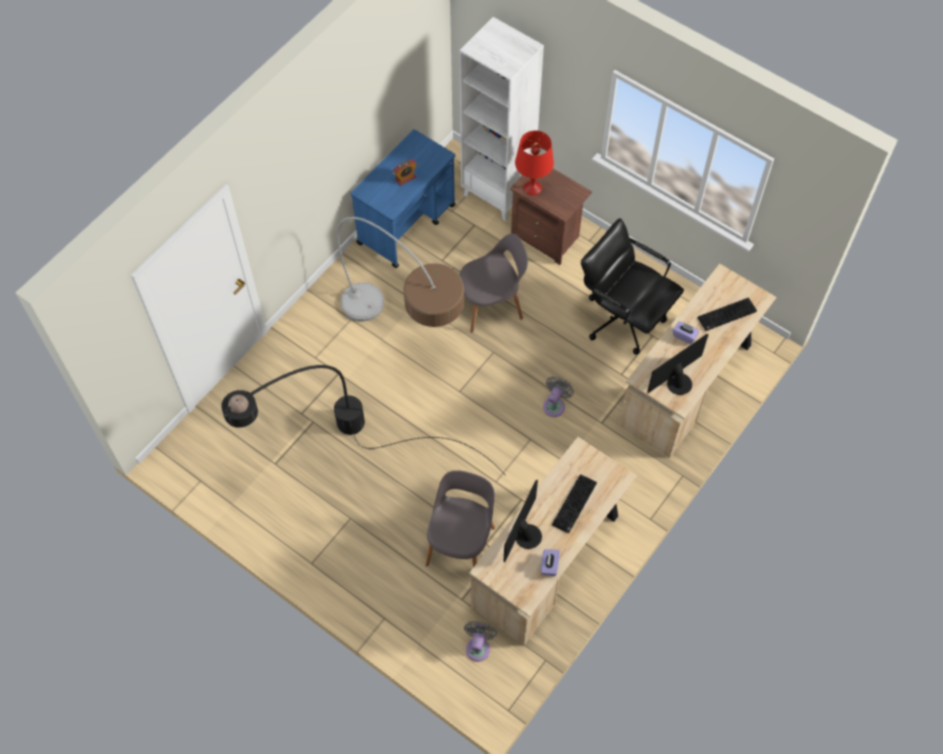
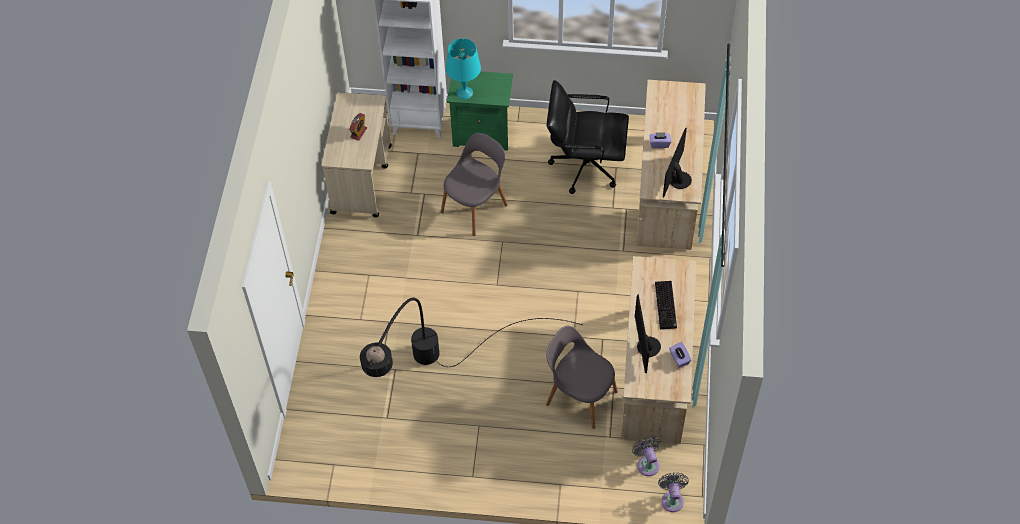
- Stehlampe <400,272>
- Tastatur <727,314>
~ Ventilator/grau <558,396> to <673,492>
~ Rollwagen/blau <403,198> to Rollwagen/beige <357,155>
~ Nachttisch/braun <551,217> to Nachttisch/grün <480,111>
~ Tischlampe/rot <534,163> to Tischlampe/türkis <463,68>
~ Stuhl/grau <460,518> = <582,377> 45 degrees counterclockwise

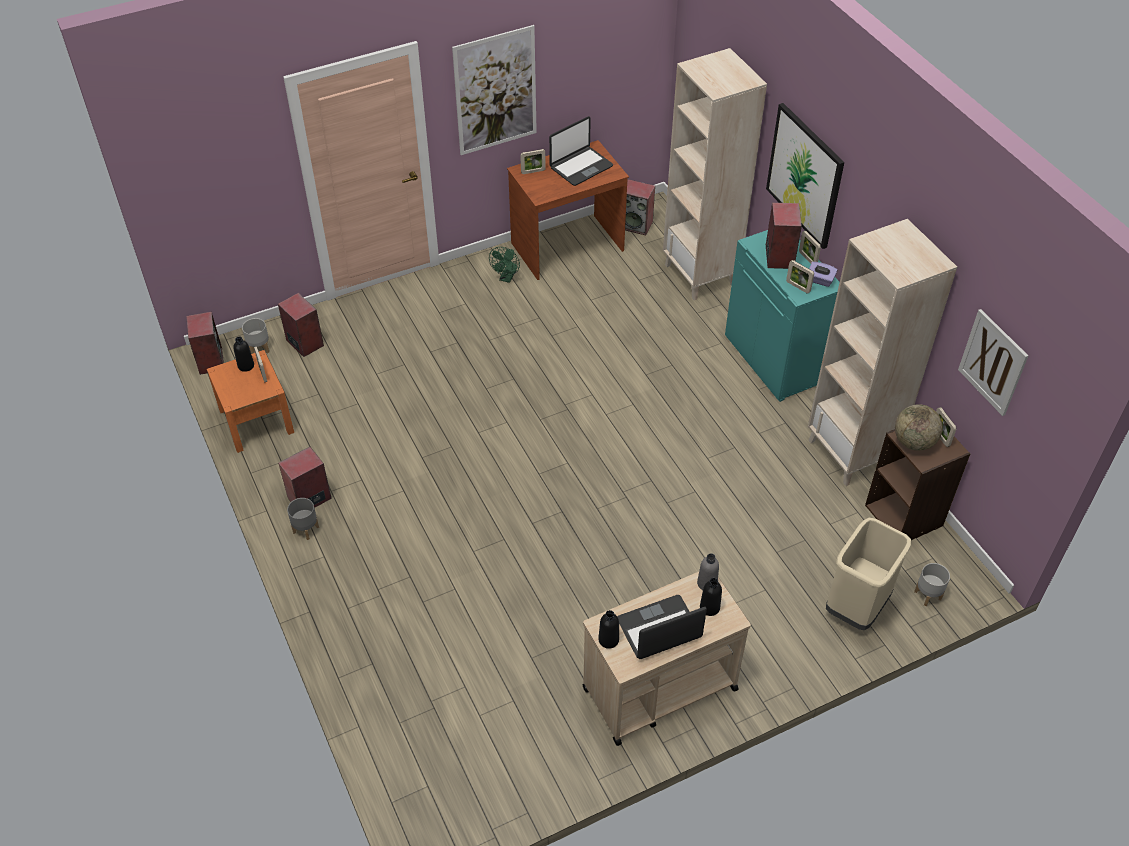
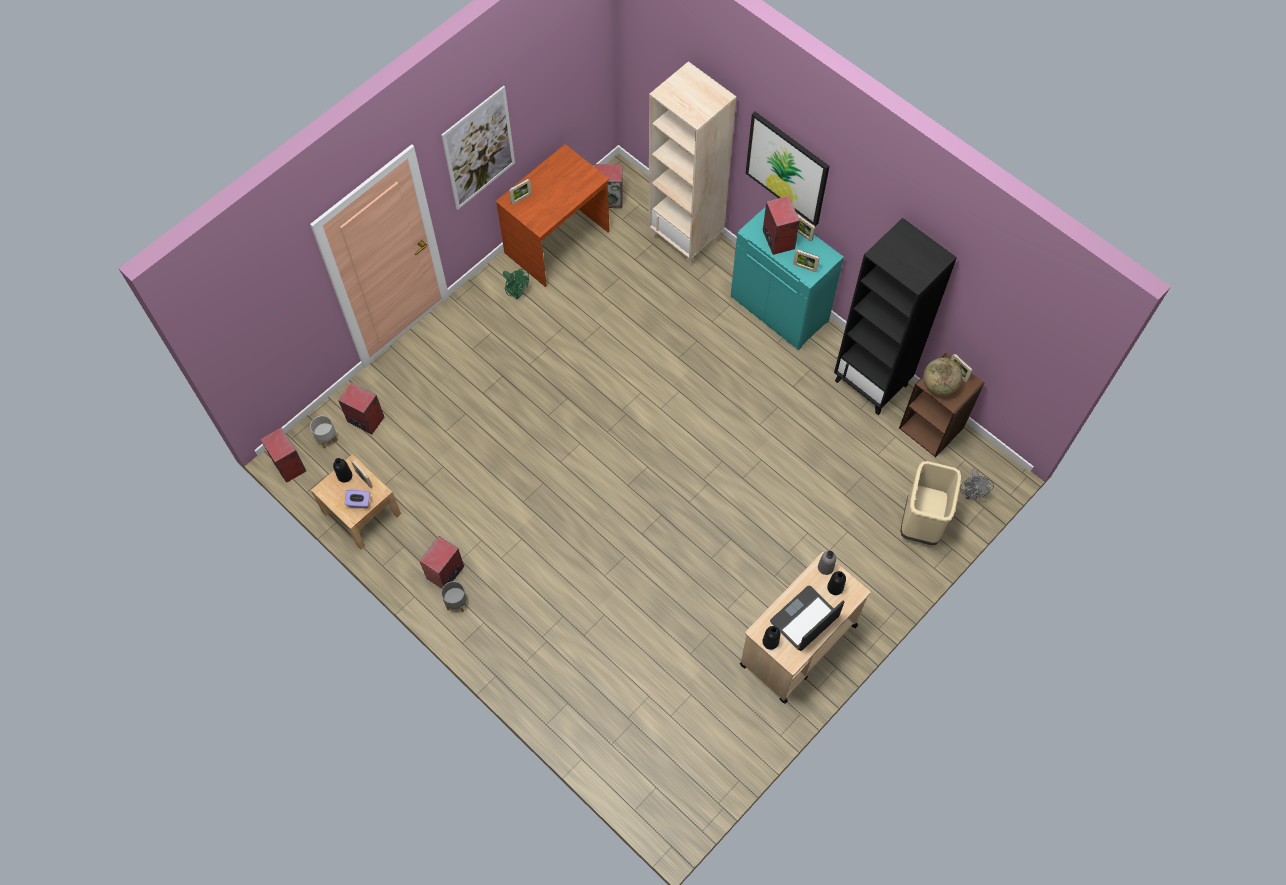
- Laptop <581,151>
- Bild <993,362>
~ Taschentuchbox/lila <823,274> to <357,499>
~ Pflanzkübel/grau <932,584> to Ventilator/grau <977,483>
~ Nachttisch/orange <250,401> to Nachttisch/beige <356,502>
~ Bücherregal/beige <882,352> to Bücherregal/schwarz <895,316>
~ Ventilator/grün <504,265> = <516,284> 45 degrees counterclockwise

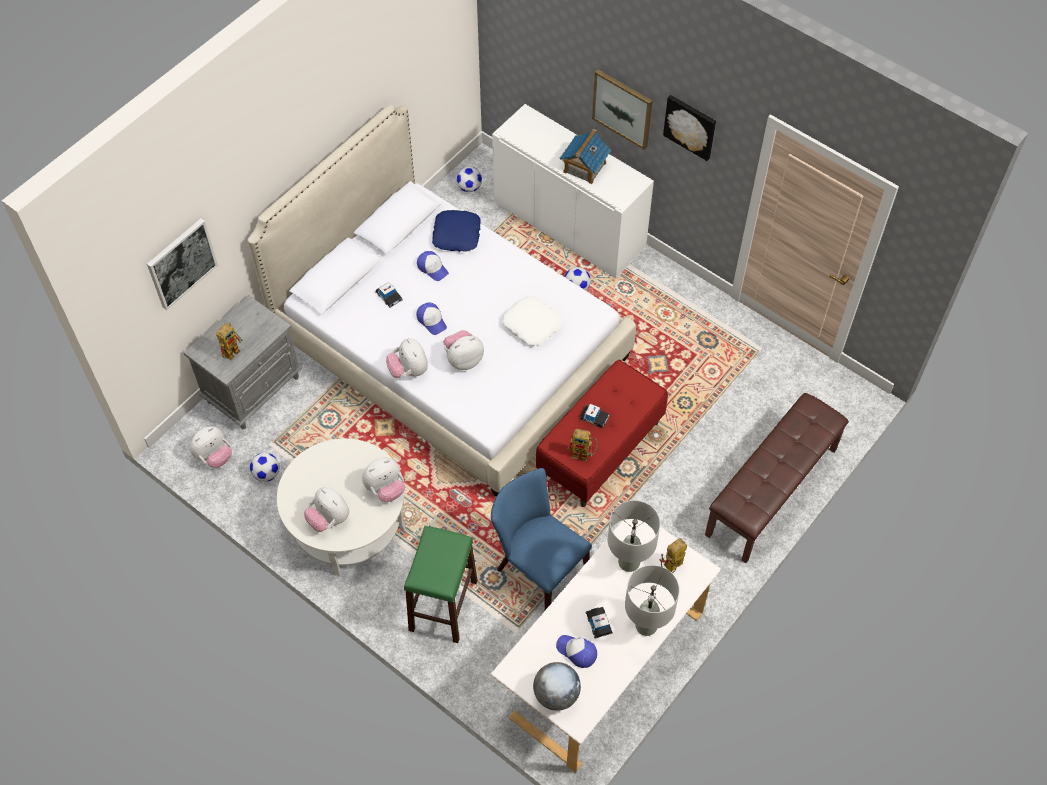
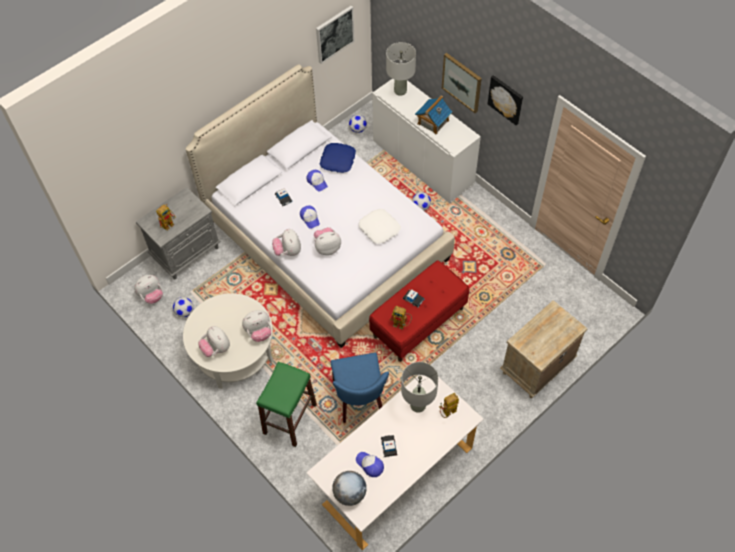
~ Bild <182,264> to <335,35>
~ Tischlampe/grau <652,600> to <401,69>
~ Bank/braun <777,478> to Nachttisch/beige <544,349>
~ Stuhl/blau <541,539> = <359,388> 150 degrees counterclockwise

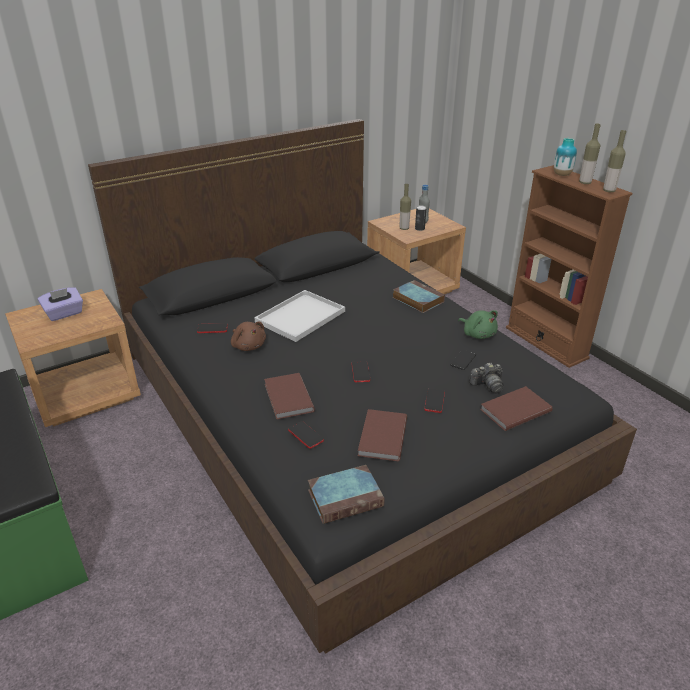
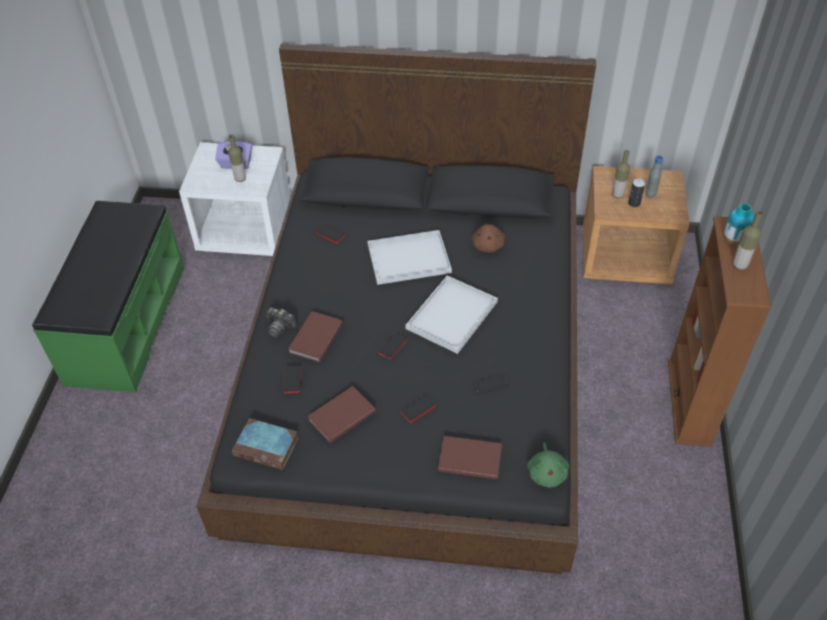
- Buch <419,296>
+ Tablett/weiß <451,314>
~ Plüschtier/braun <248,336> to <488,237>
~ Plüschtier/grün <478,324> to <548,465>
~ Kamera <486,378> to <281,323>
~ Flasche <614,161> to <237,158>
~ Nachttisch/braun <73,358> to Nachttisch/weiß <235,199>

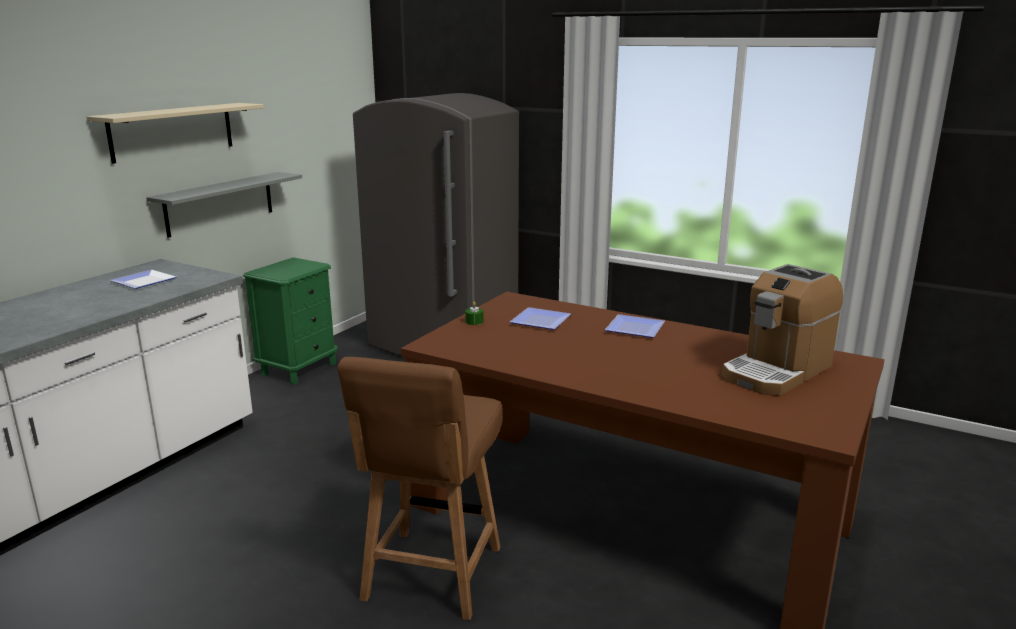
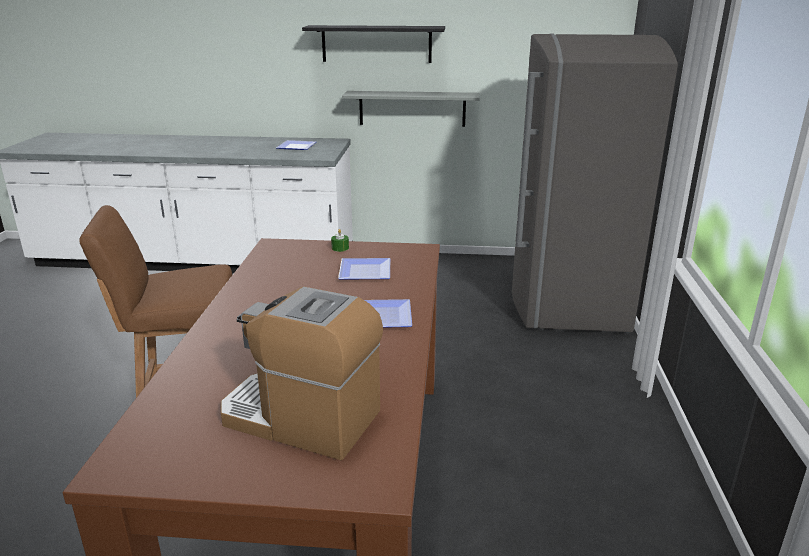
- Nachttisch/grün <290,320>
~ Wandregal/beige <175,133> to Wandregal/schwarz <373,44>

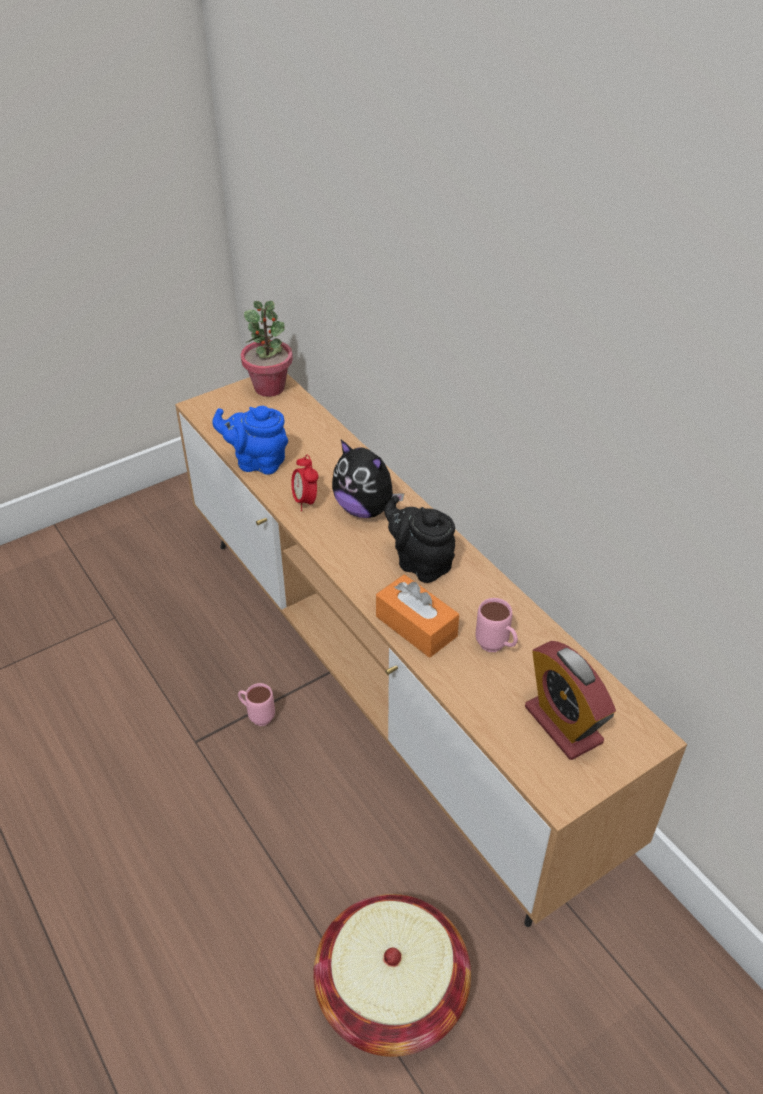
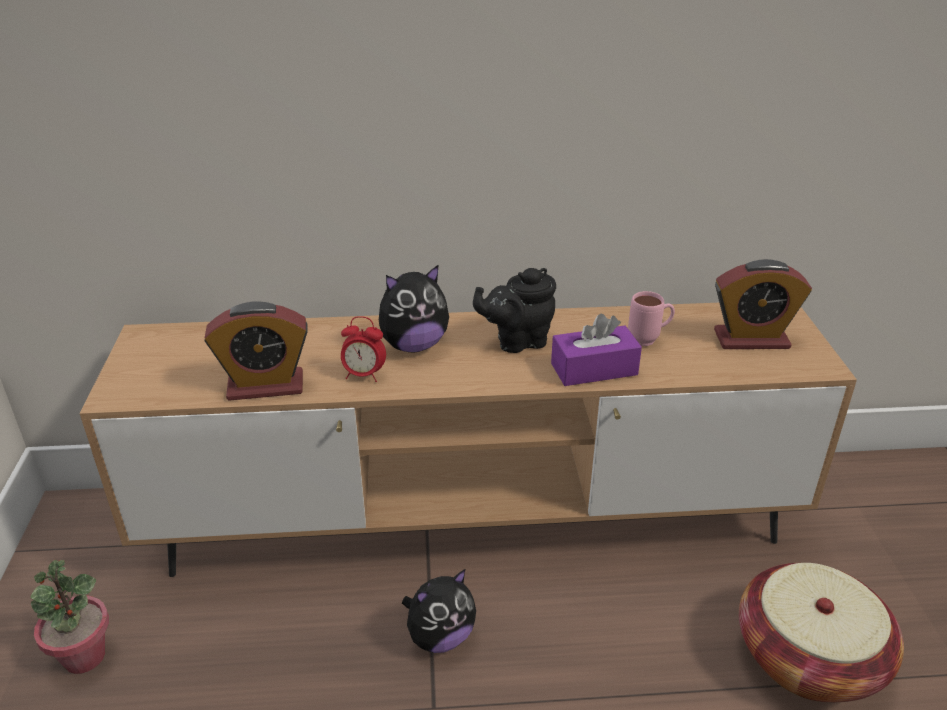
~ Topfpflanze <267,349> to <69,617>
~ Teekanne/blau <250,440> to Wecker <256,351>
~ Henkelbecher/rosa <256,704> to Plüschtier <439,611>
~ Taschentuchbox/orange <417,616> to Taschentuchbox/lila <596,350>

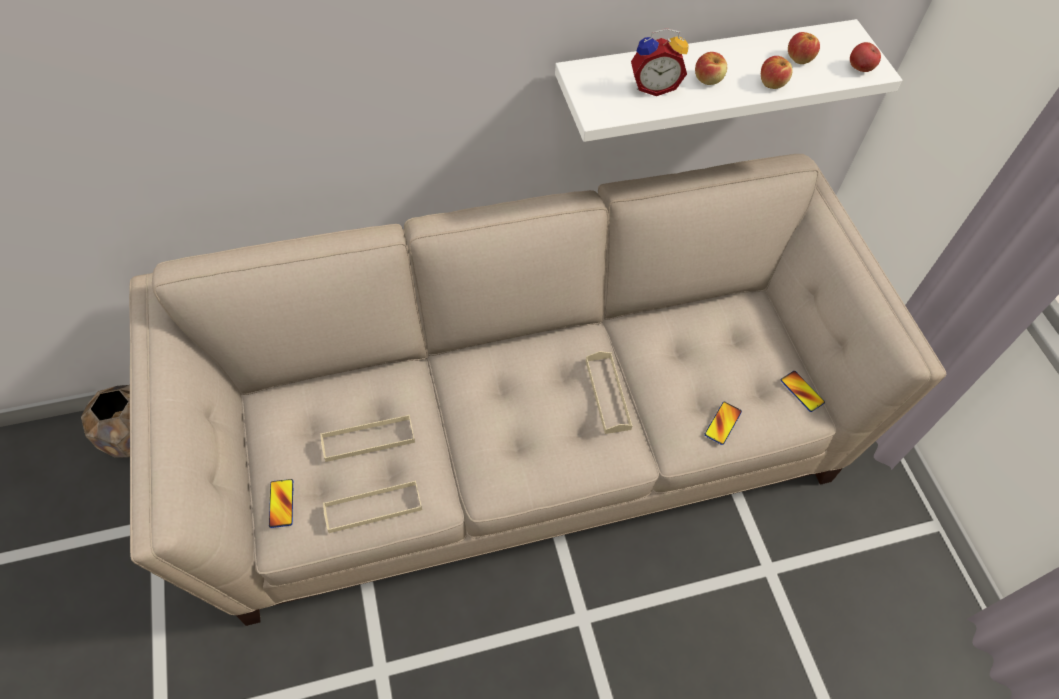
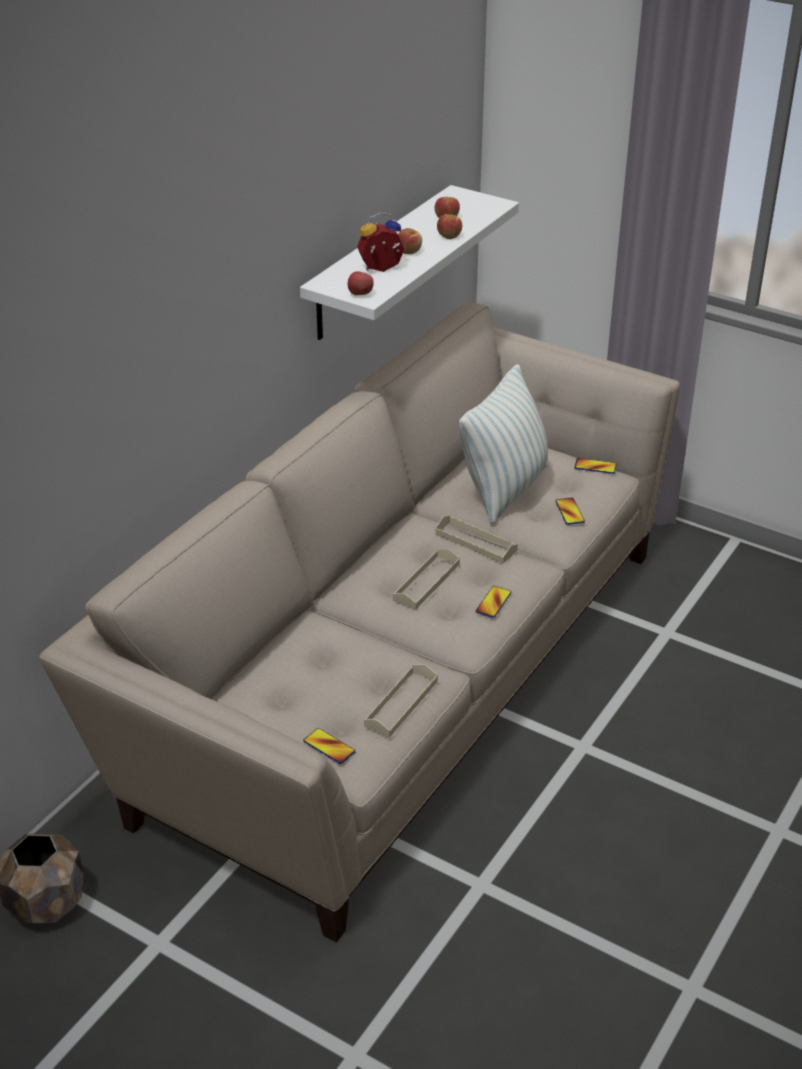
+ Kissen <503,444>
+ Handy <494,602>
~ Tablett/beige <367,438> to <426,579>
~ Apfel <865,57> to <361,283>
~ Wecker <659,62> = <381,242> 150 degrees counterclockwise

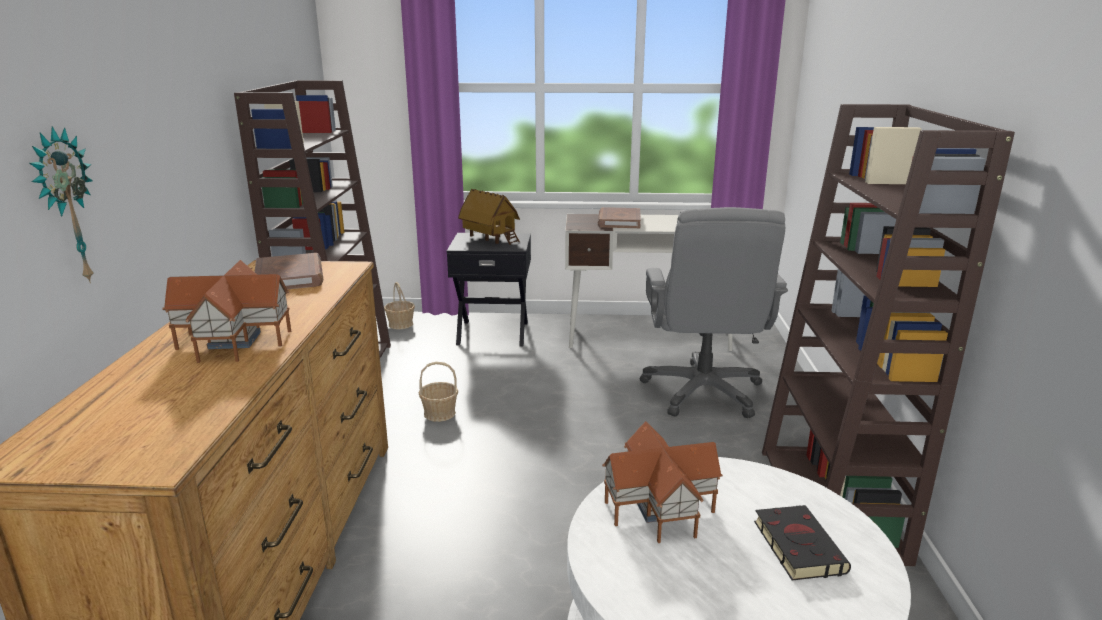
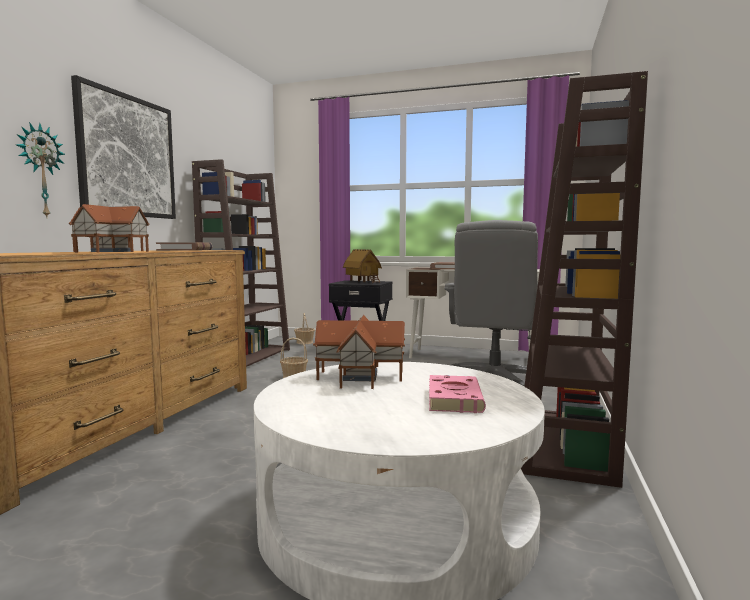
+ Bild <123,147>
~ Buch/schwarz <802,542> to Buch/rosa <457,394>

